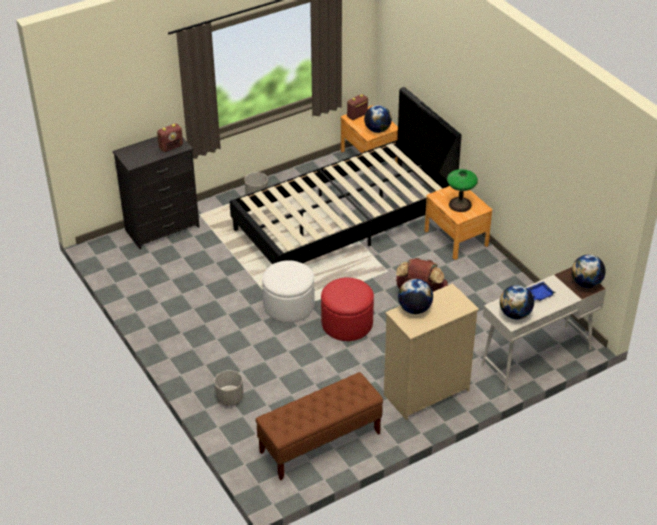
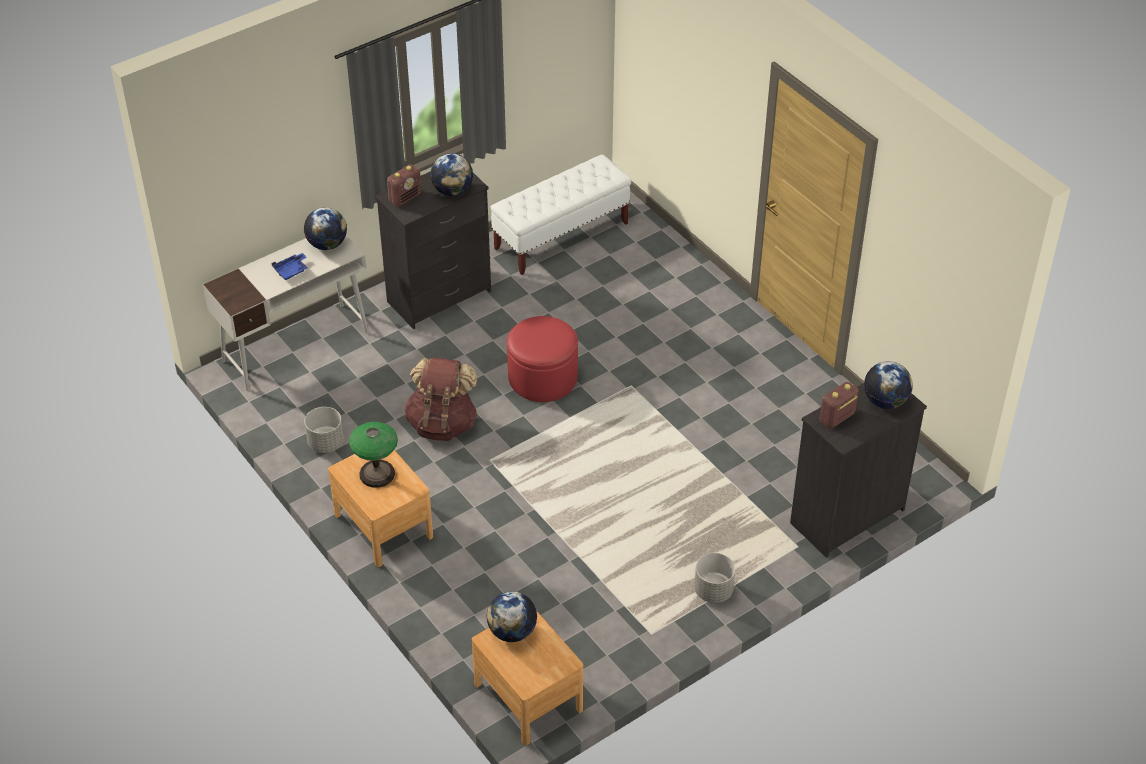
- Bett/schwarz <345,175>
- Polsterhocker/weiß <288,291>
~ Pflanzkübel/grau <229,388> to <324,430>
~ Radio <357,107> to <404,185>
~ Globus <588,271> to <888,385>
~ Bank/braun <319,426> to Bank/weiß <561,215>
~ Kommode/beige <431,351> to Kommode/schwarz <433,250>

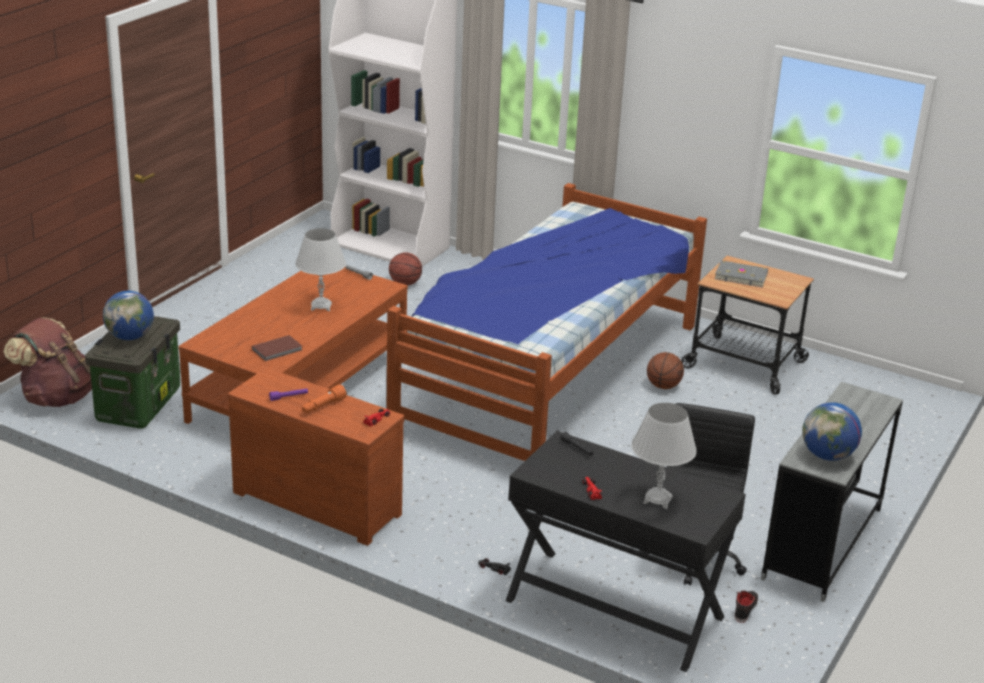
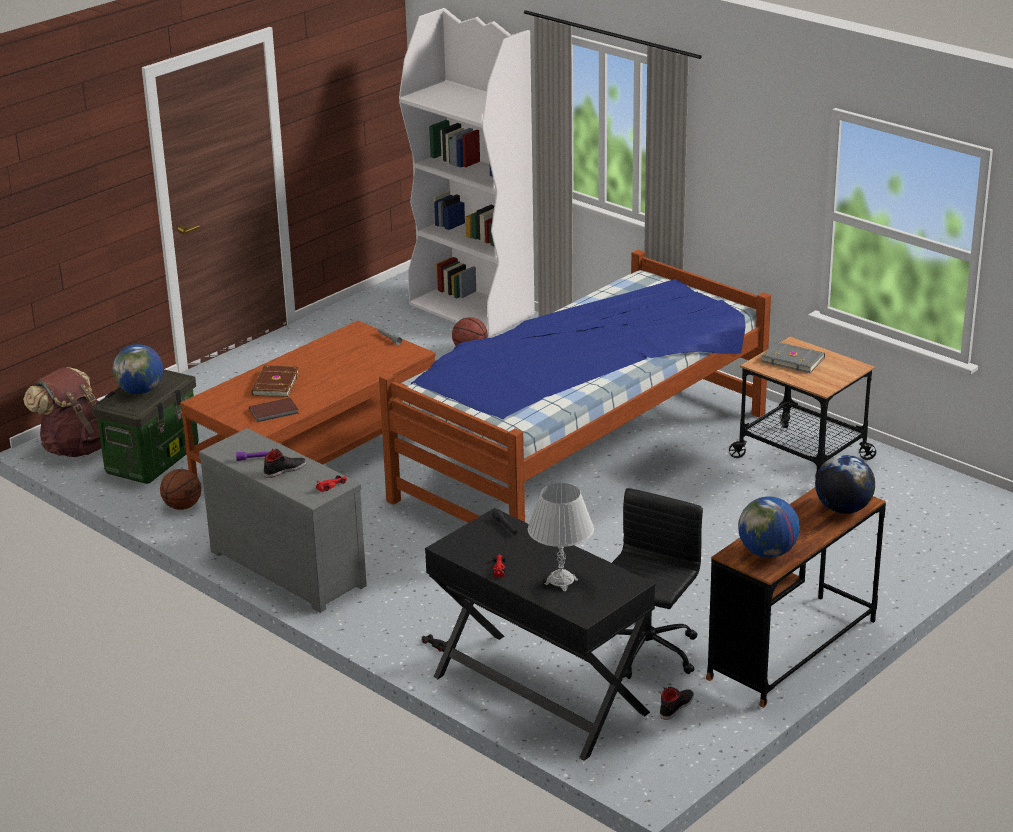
- Tischlampe/weiß <320,269>
+ Buch/braun <275,381>
+ Globus <845,484>
~ Basketball <665,370> to <180,489>
~ Taschenlampe/orange <324,399> to Schuh/schwarz <285,463>
~ Kommode/braun <316,456> to Kommode/grau <283,520>
~ Schreibtisch/grau <832,492> to Schreibtisch/braun <796,597>

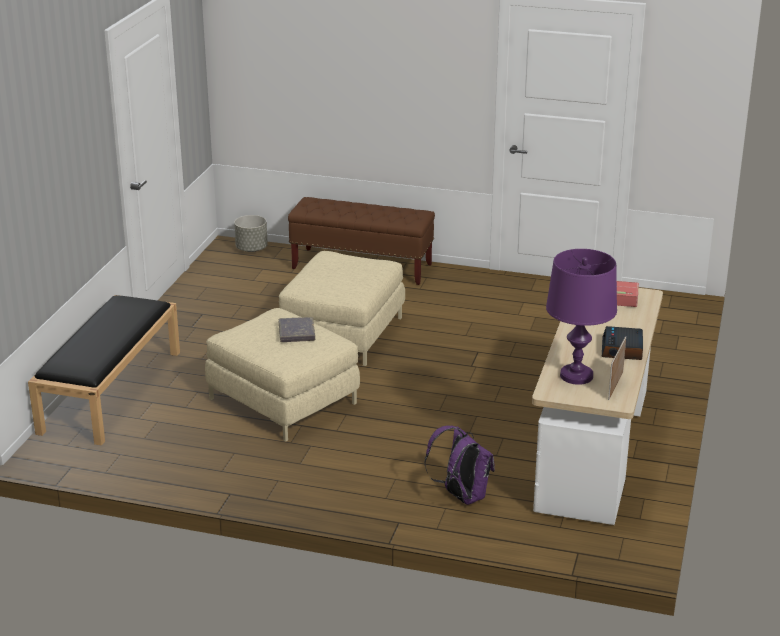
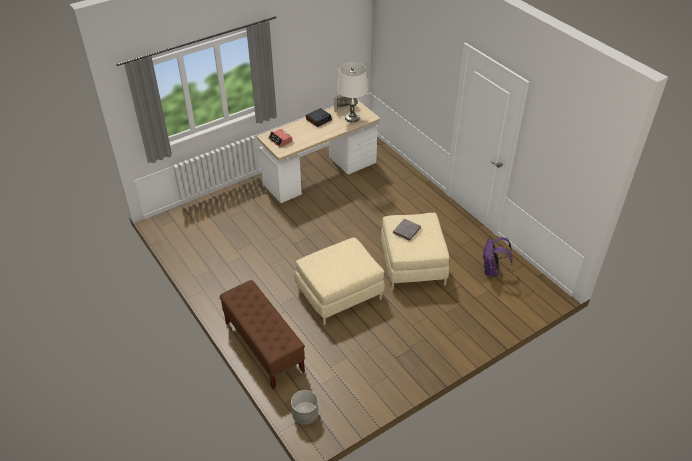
- Bank/schwarz <104,370>
~ Rucksack/lila <459,465> to <498,256>
~ Tischlampe/lila <581,317> to Tischlampe/weiß <352,92>

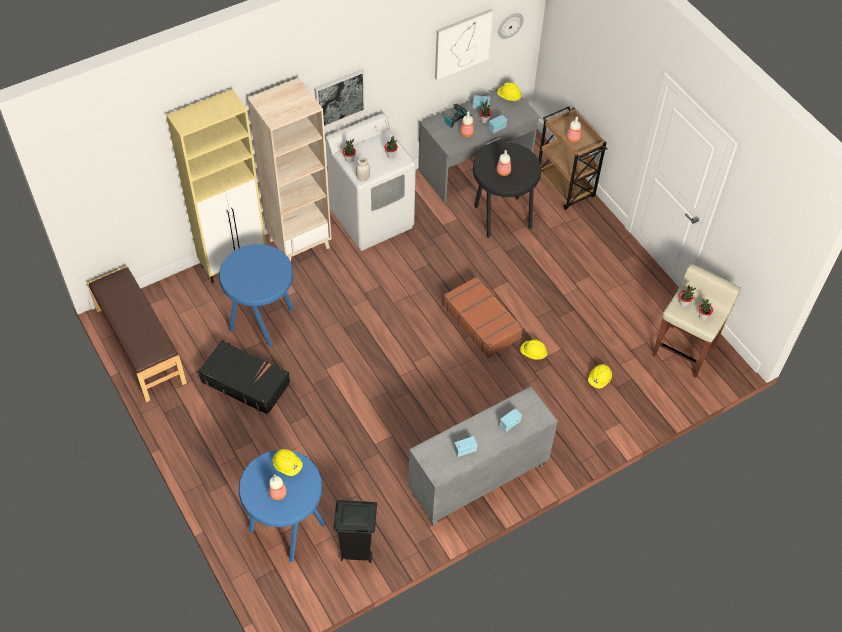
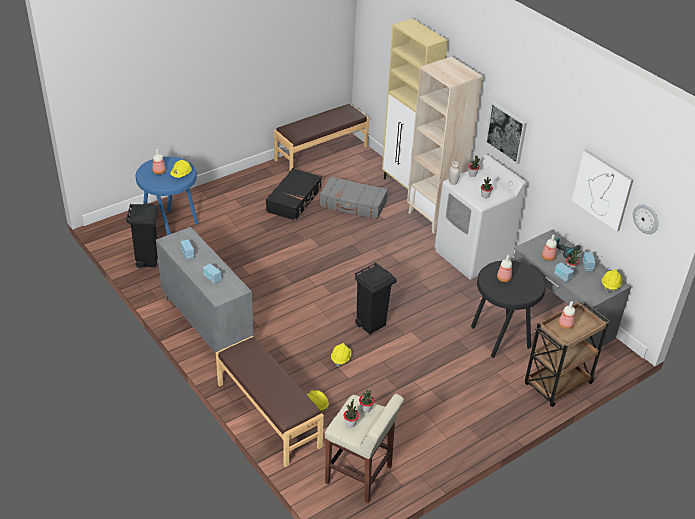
+ Bank/braun <270,402>
~ Hocker/blau <256,295> to Koffer/grau <353,198>
~ Koffer/braun <483,317> to Mülleimer/schwarz <376,298>

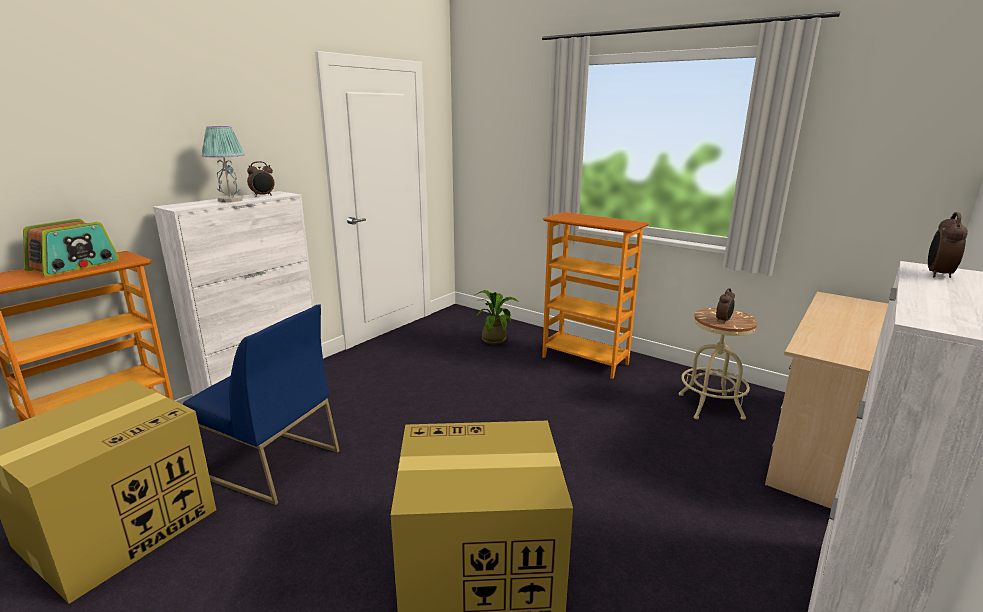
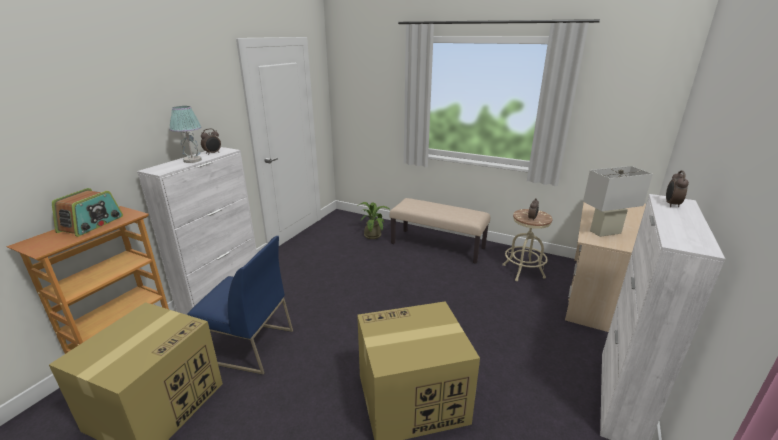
+ Tischlampe/weiß <618,201>
~ Bücherregal <596,295> to Bank/beige <440,230>

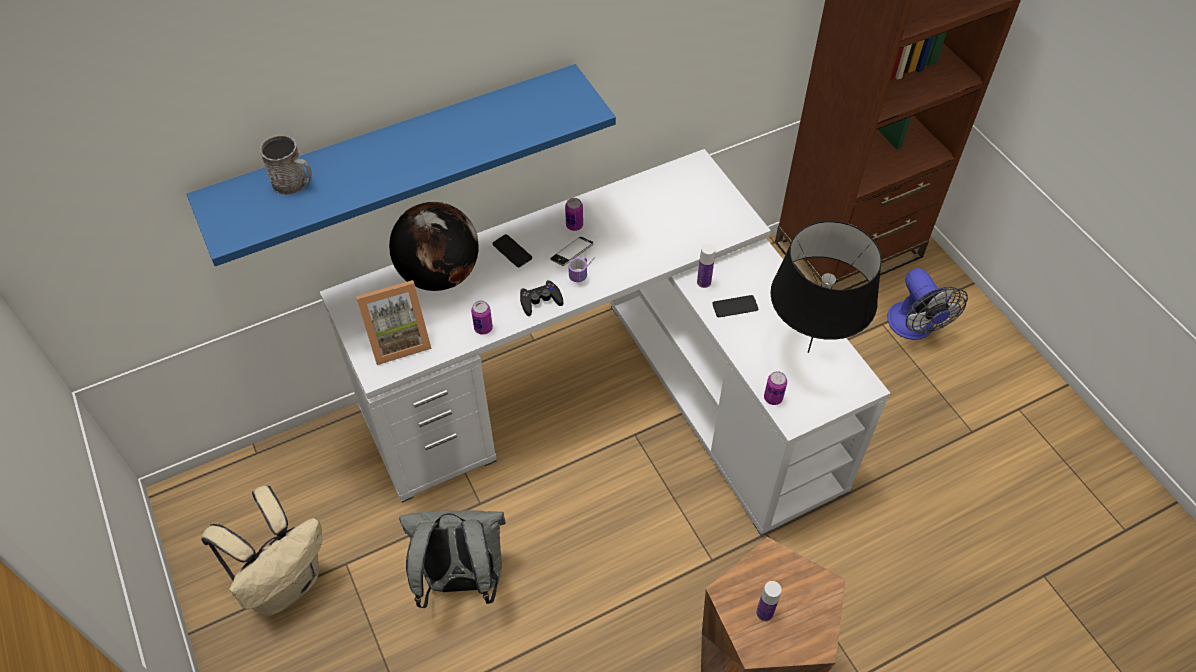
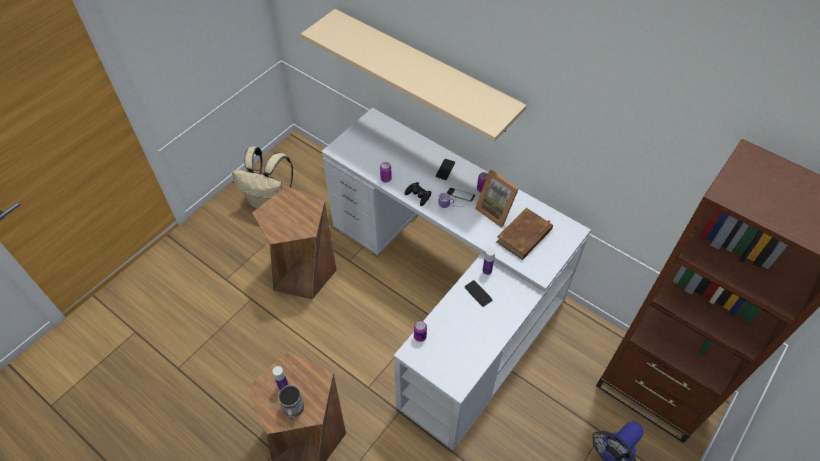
- Globus <433,246>
- Tischlampe/schwarz <826,287>
+ Buch/braun <524,234>
~ Henkelbecher/grau <286,165> to <291,402>
~ Bilderrahmen <394,322> to <497,198>
~ Rucksack/grau <452,559> to Hocker/braun <294,243>
~ Wandregal/blau <401,165> to Wandregal/beige <413,75>

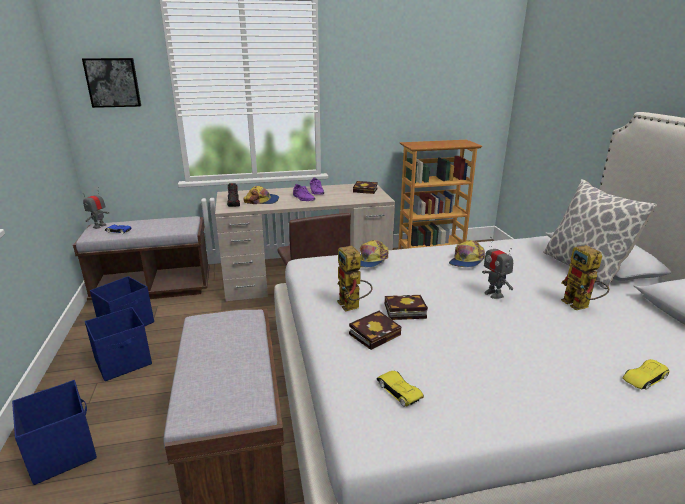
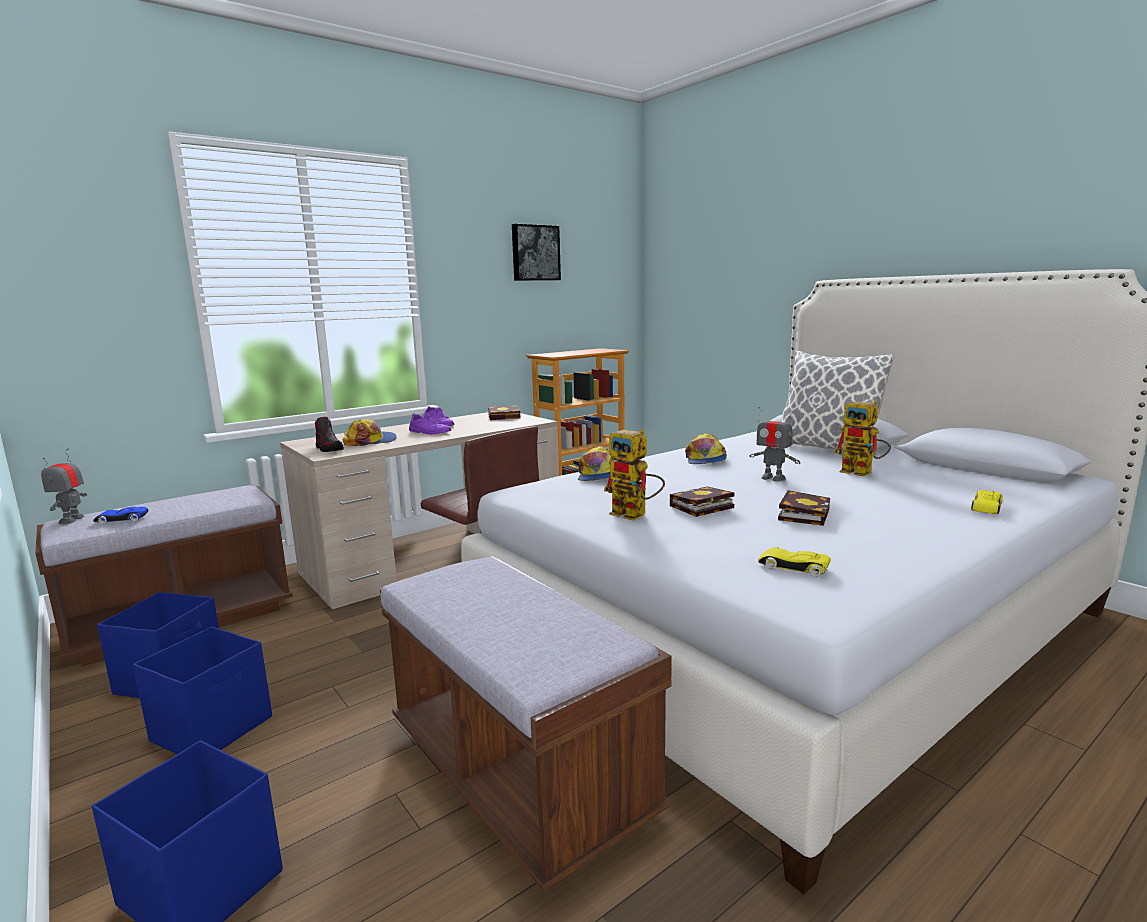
~ Bild <111,83> to <536,252>
~ Buch <375,330> to <804,508>

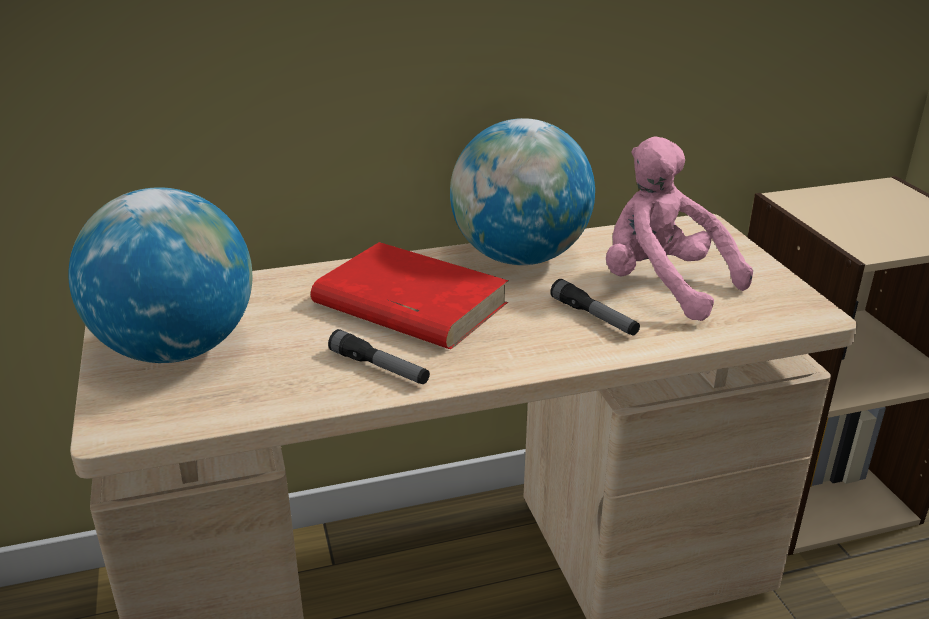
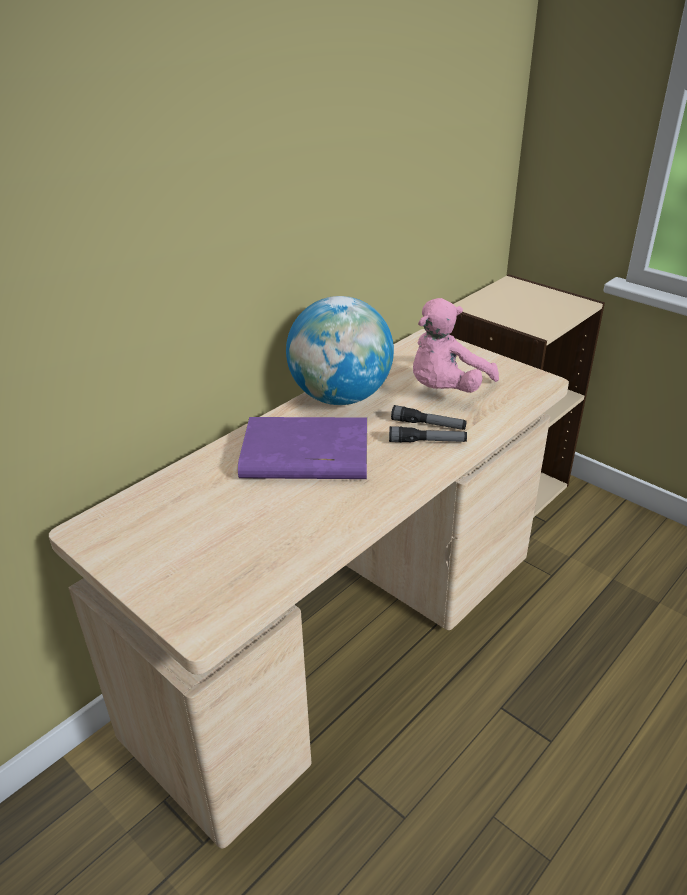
- Globus <160,275>
~ Taschenlampe <379,356> to <428,434>
~ Buch/rot <410,295> to Buch/lila <302,448>
~ Plüschtier/rosa <679,228> = <456,345> 60 degrees counterclockwise

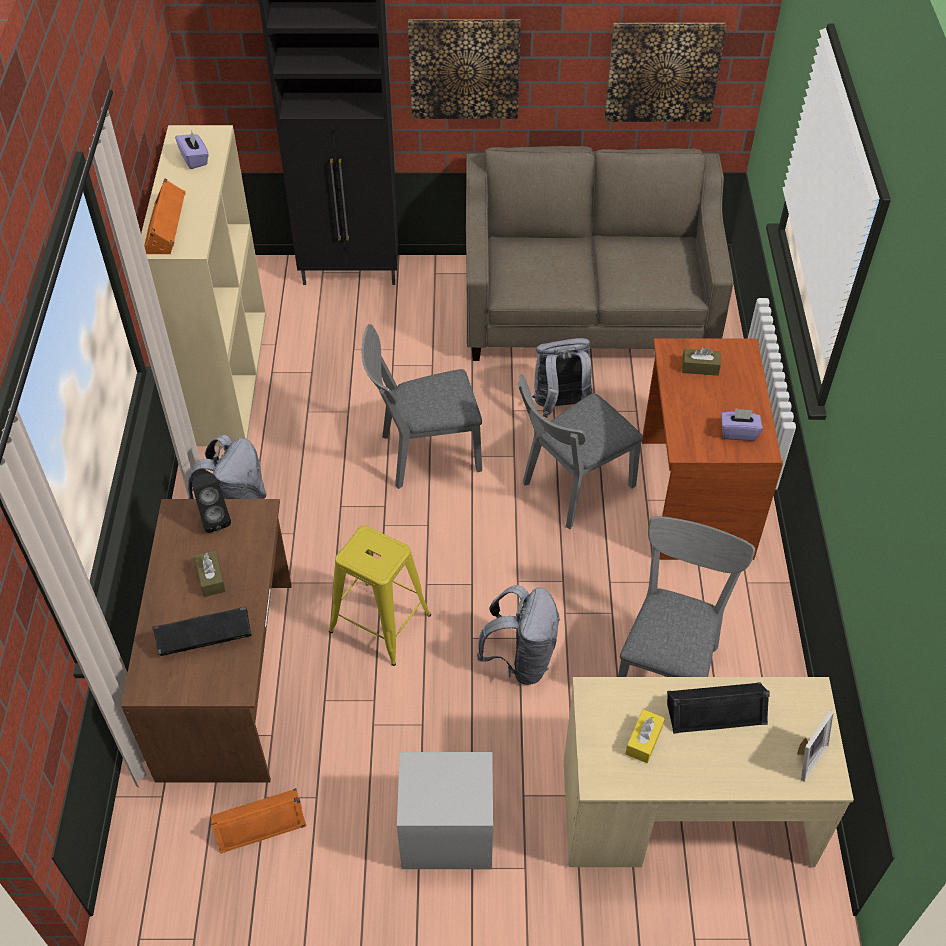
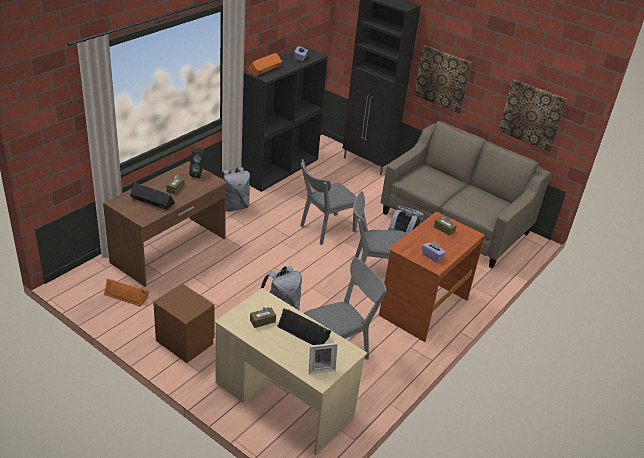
- Hocker/gelb <380,595>
~ Bücherregal/beige <203,285> to Bücherregal/schwarz <284,119>
~ Nachttisch/grau <445,810> to Nachttisch/braun <183,323>
~ Taschentuchbox/gelb <645,736> to Taschentuchbox/braun <263,317>
~ Stuhl/grau <422,406> = <328,202> 60 degrees counterclockwise

